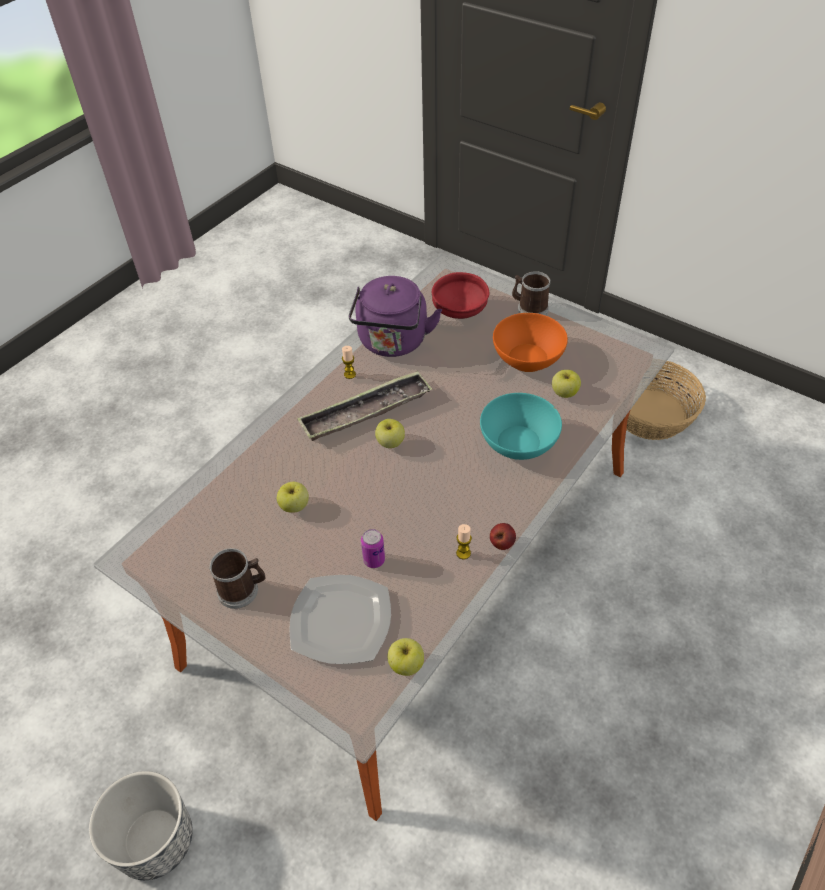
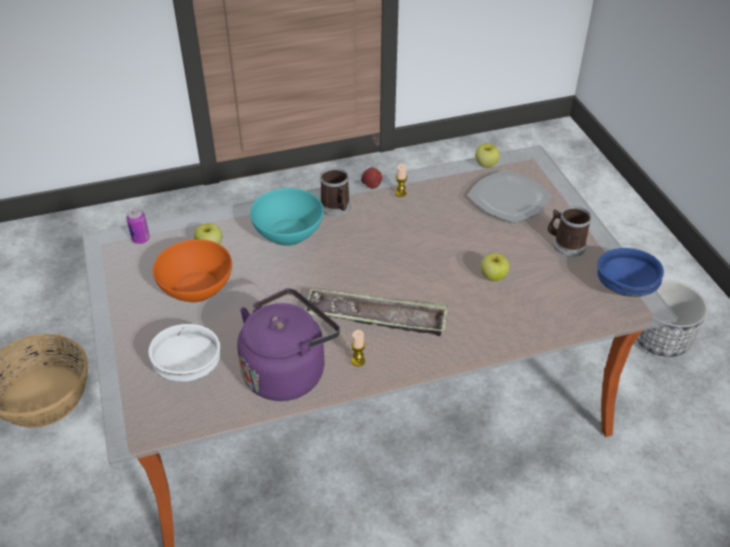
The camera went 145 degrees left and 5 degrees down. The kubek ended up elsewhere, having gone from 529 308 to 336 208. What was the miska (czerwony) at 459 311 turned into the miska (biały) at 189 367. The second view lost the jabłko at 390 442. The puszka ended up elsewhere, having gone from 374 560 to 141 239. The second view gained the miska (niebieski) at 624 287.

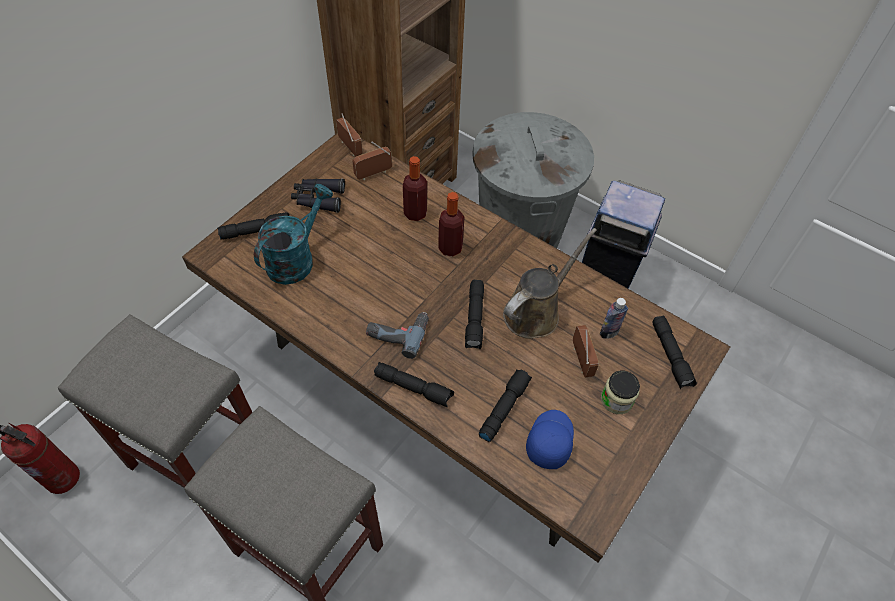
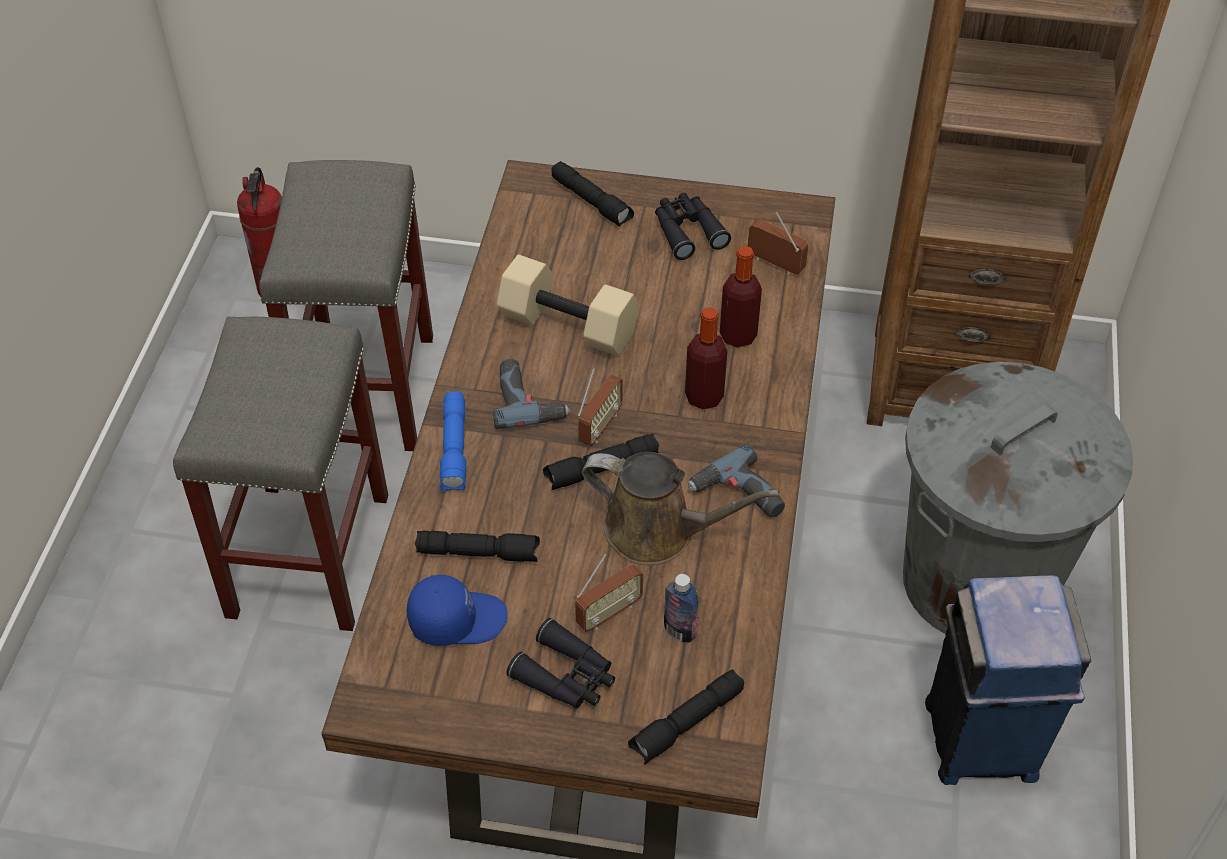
The camera went 65 degrees right and 5 degrees down. The radio ended up elsewhere, having gone from 350 148 to 600 426. The second view lost the konewka (turkusowy) at 296 258. What was the latarka (czarny) at 414 387 turned into the latarka (niebieski) at 455 449. Where the słoik stood at 616 400, the lornetka (czarny) came to stand at 566 676. The second view gained the hantel (beżowy) at 570 324. The second view gained the wiertarka at 738 496.

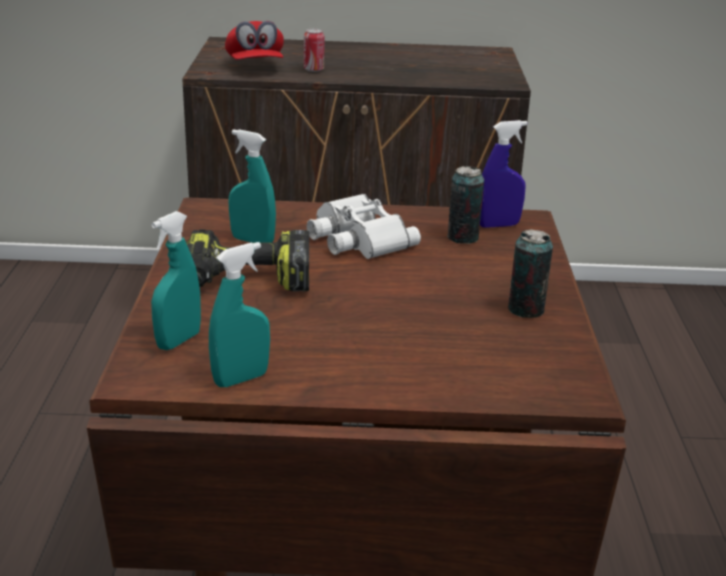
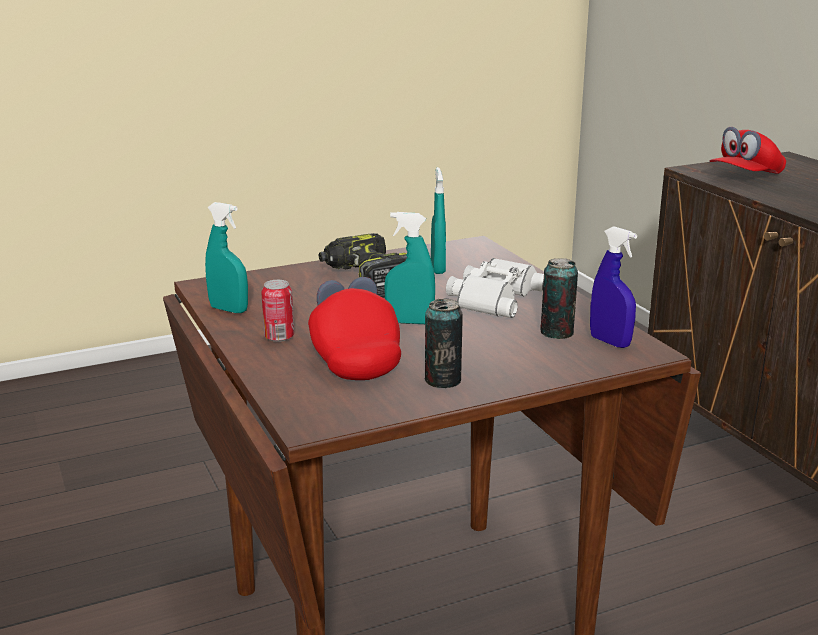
The camera went 65 degrees right and 5 degrees down. The puszka ended up elsewhere, having gone from 313 70 to 279 337. The spryskiwacz (turkusowy) ended up elsewhere, having gone from 178 341 to 409 322. The second view gained the czapka z daszkiem (czerwony) at 353 357.

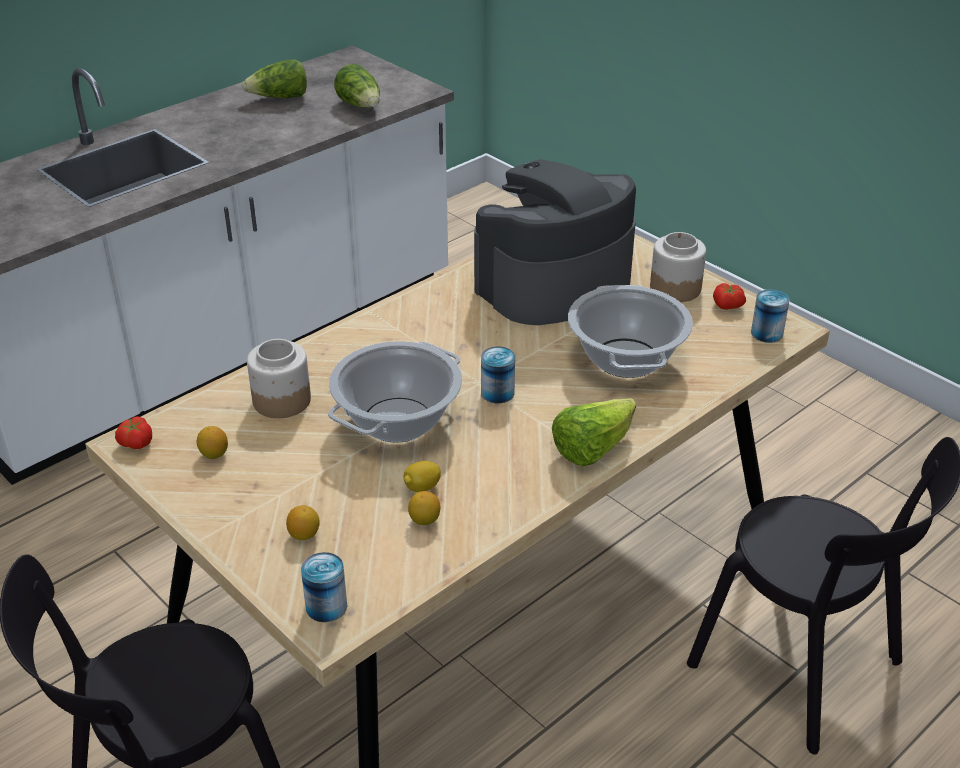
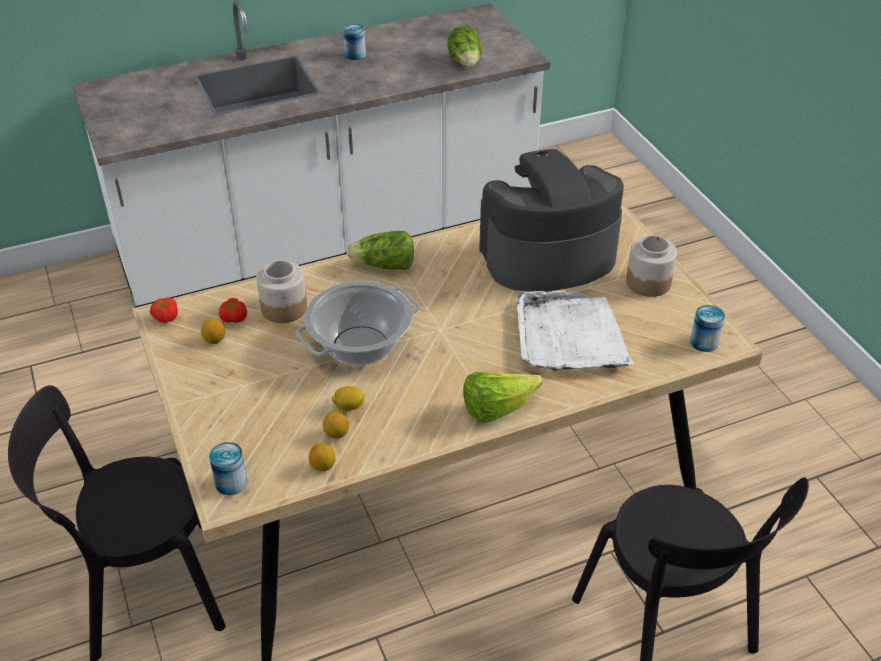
The camera went 20 degrees right and 5 degrees up. The sałata ended up elsewhere, having gone from 279 98 to 384 266. The pomidor ended up elsewhere, having gone from 727 306 to 233 318. Where the garnek stood at 625 358, the taca (biały) came to stand at 569 336. The puszka ended up elsewhere, having gone from 497 393 to 355 55. The cytryna ended up elsewhere, having gone from 304 534 to 323 466.

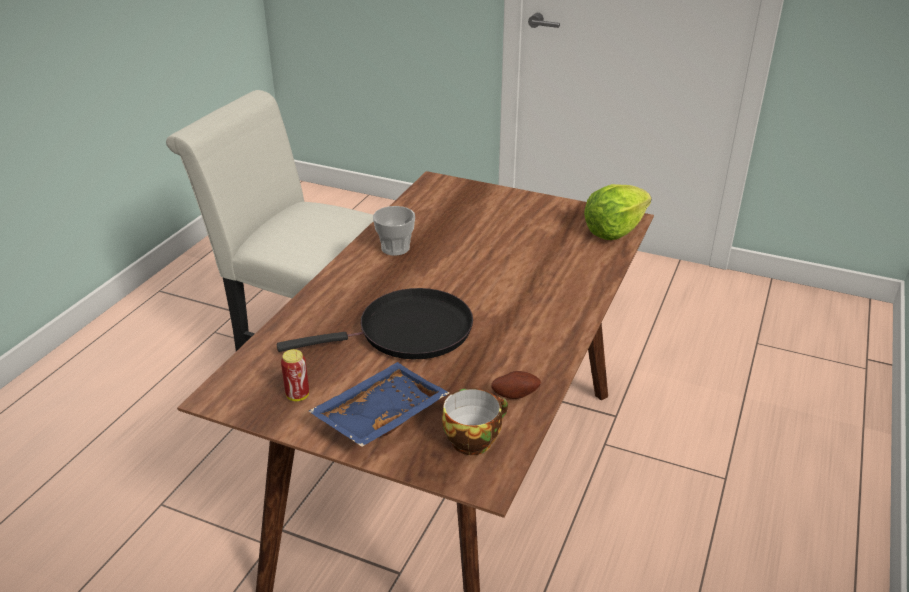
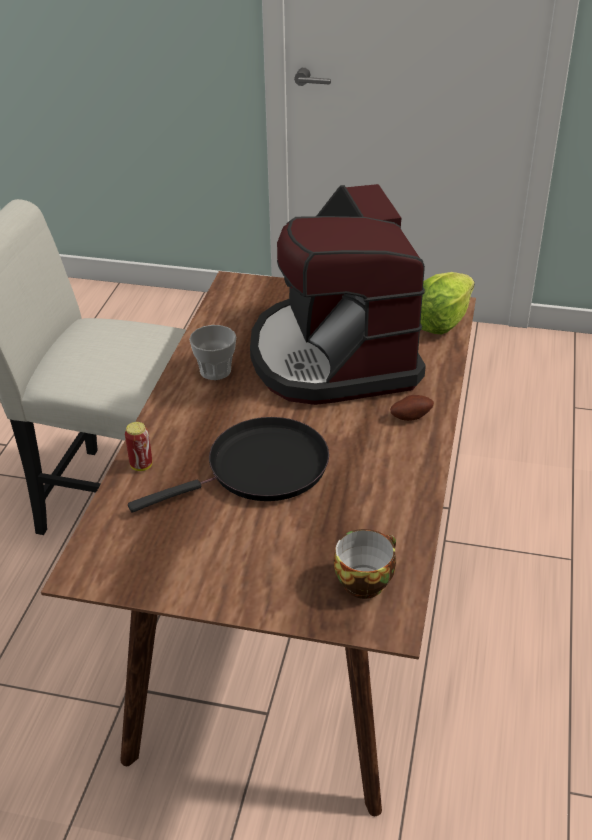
The camera went 10 degrees left and 5 degrees up. The puszka ended up elsewhere, having gone from 297 395 to 141 465. The second view lost the taca (niebieski) at 379 415. The ziemniak ended up elsewhere, having gone from 515 394 to 410 416. The second view gained the ekspres do kawy at 333 356.

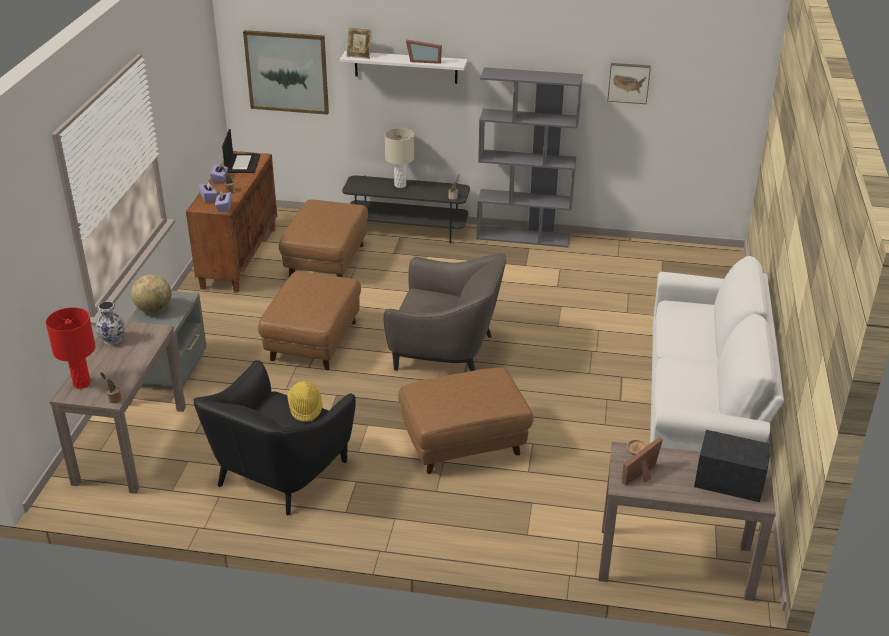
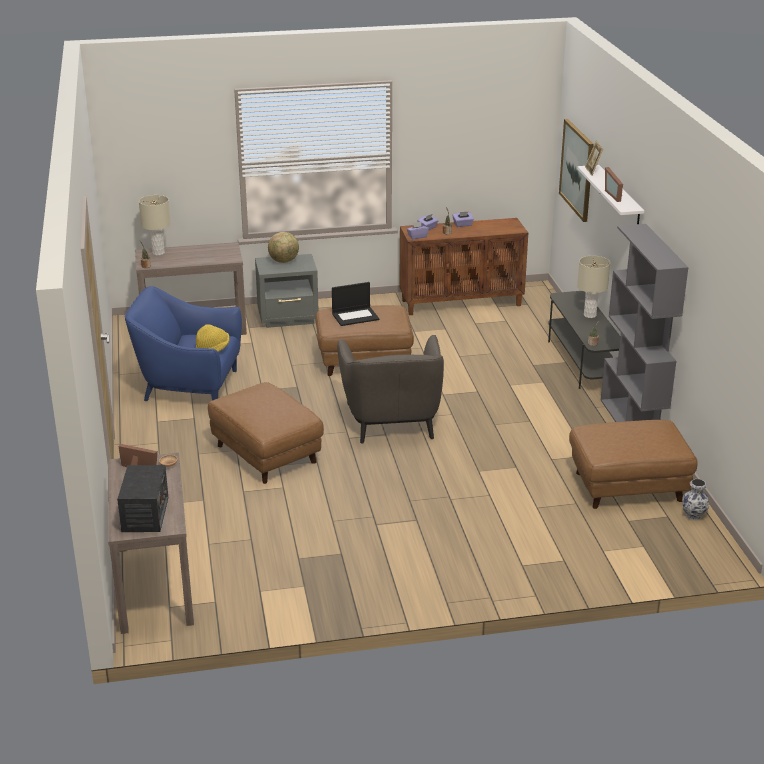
The camera went 70 degrees right and 5 degrees down. The second view lost the obraz at 628 82. The laptop ended up elsewhere, having gone from 242 163 to 355 316. The pufa (brązowy) ended up elsewhere, having gone from 326 261 to 628 486. The second view lost the kanapa (biały) at 702 408. The wazon ended up elsewhere, having gone from 112 340 to 693 515. What was the lampa stołowa (czerwony) at 82 383 turned into the lampa stołowa (beżowy) at 158 253. What was the fotel (czarny) at 279 473 turned into the fotel (niebieski) at 189 386.

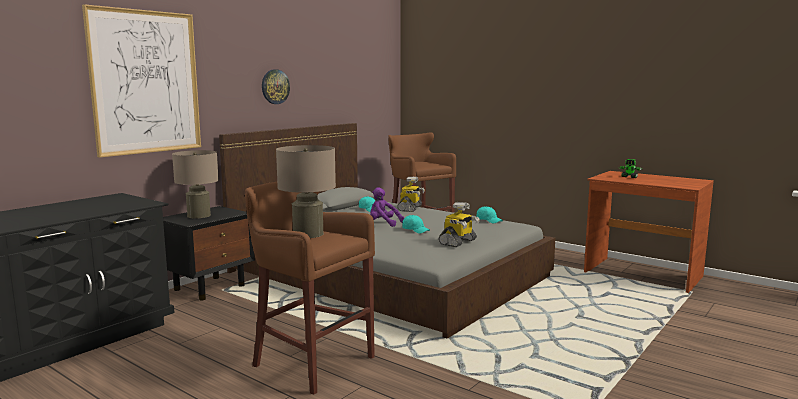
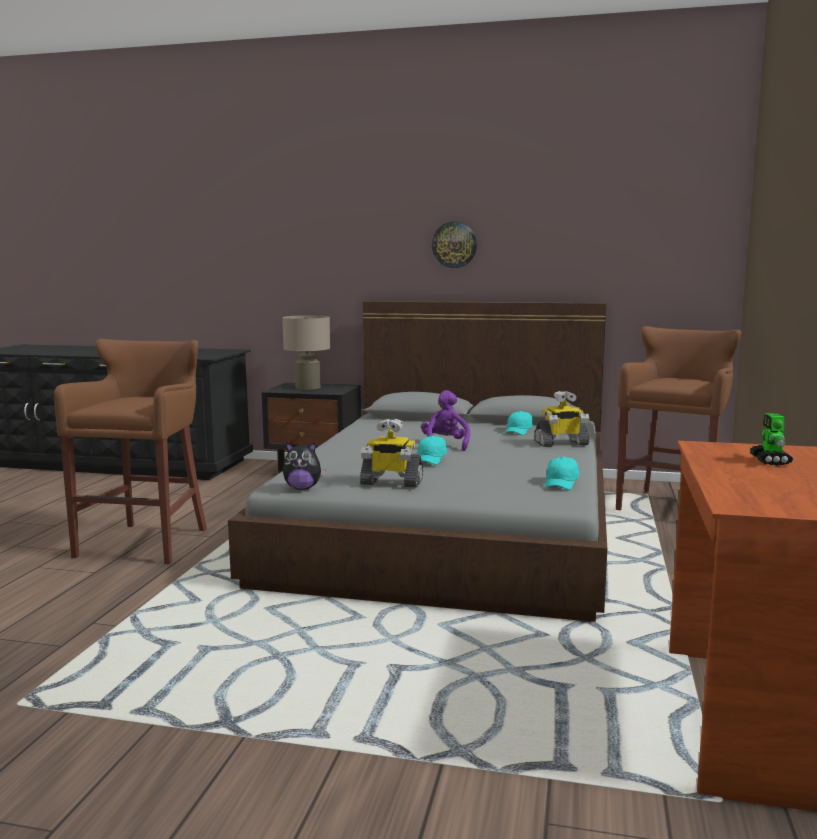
The camera went 65 degrees right and 0 degrees up. The second view lost the obraz at 146 82. The second view lost the lampa stołowa (beżowy) at 308 234. The second view gained the pluszak at 303 488.

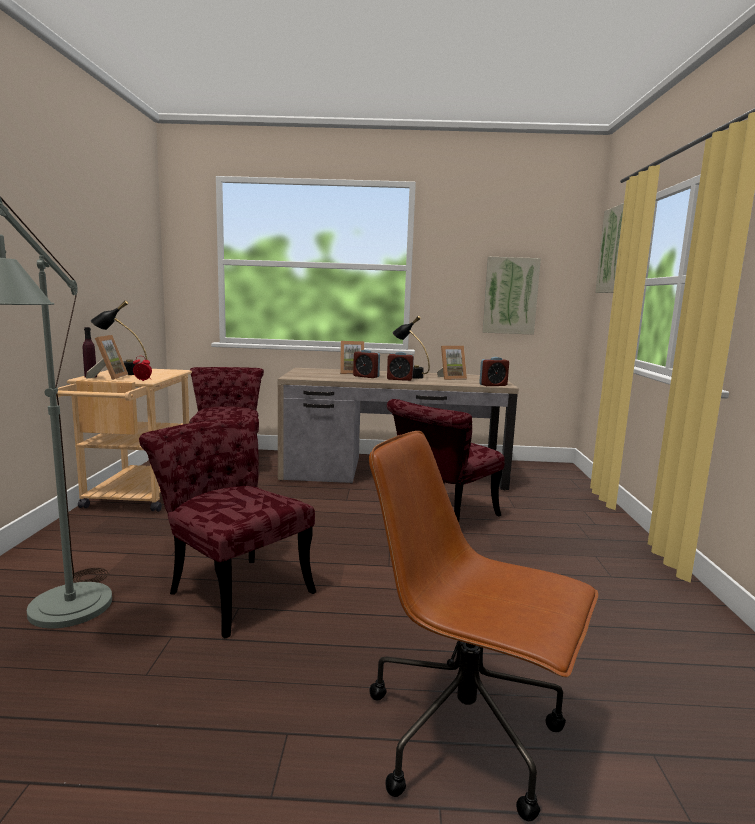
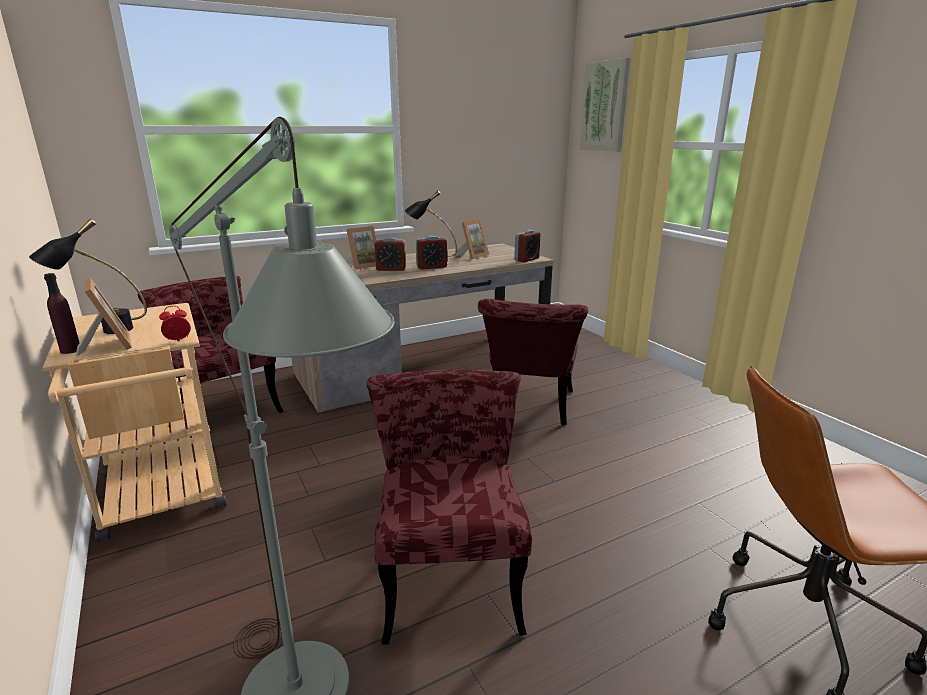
The camera went 30 degrees left and 10 degrees up. The second view lost the obraz at 510 296. The krzesło (czerwony) at 232 588 ended up facing another way, 75 degrees clockwise from before.

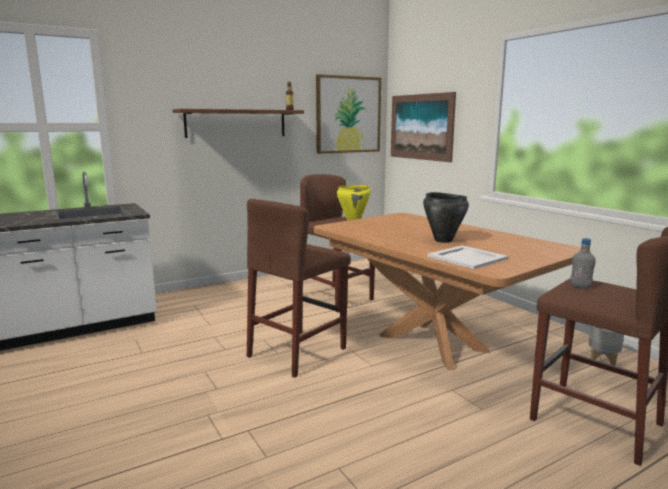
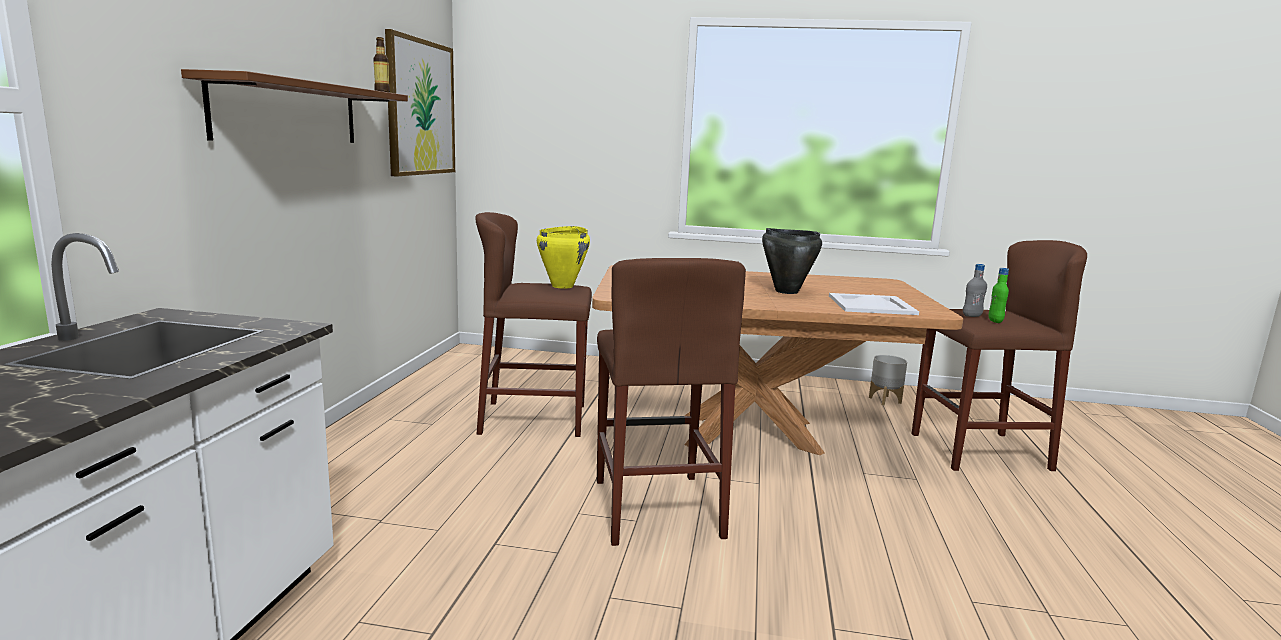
The camera went 50 degrees left and 0 degrees up. The second view lost the obraz at 421 127. The second view gained the butelka (zielony) at 995 321.

